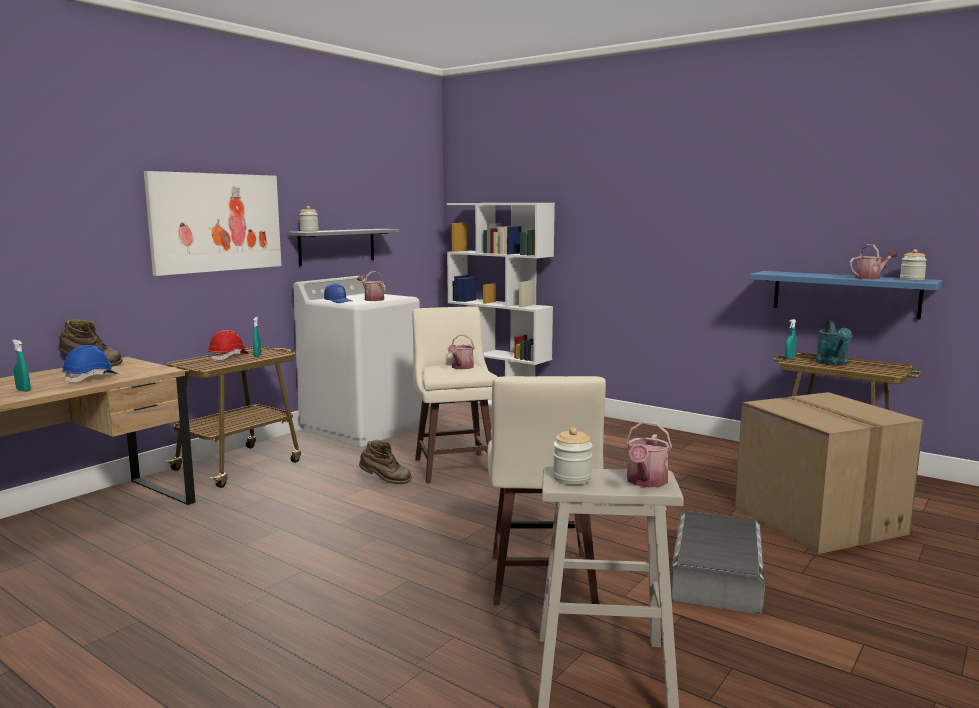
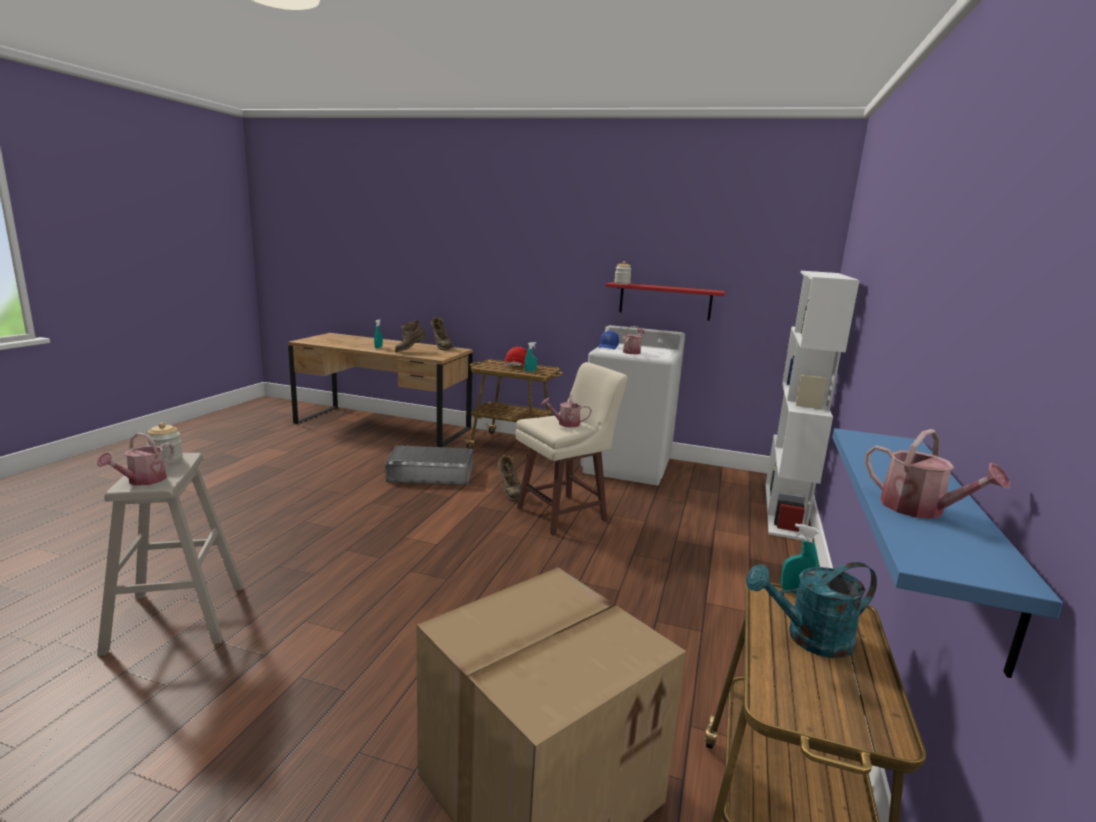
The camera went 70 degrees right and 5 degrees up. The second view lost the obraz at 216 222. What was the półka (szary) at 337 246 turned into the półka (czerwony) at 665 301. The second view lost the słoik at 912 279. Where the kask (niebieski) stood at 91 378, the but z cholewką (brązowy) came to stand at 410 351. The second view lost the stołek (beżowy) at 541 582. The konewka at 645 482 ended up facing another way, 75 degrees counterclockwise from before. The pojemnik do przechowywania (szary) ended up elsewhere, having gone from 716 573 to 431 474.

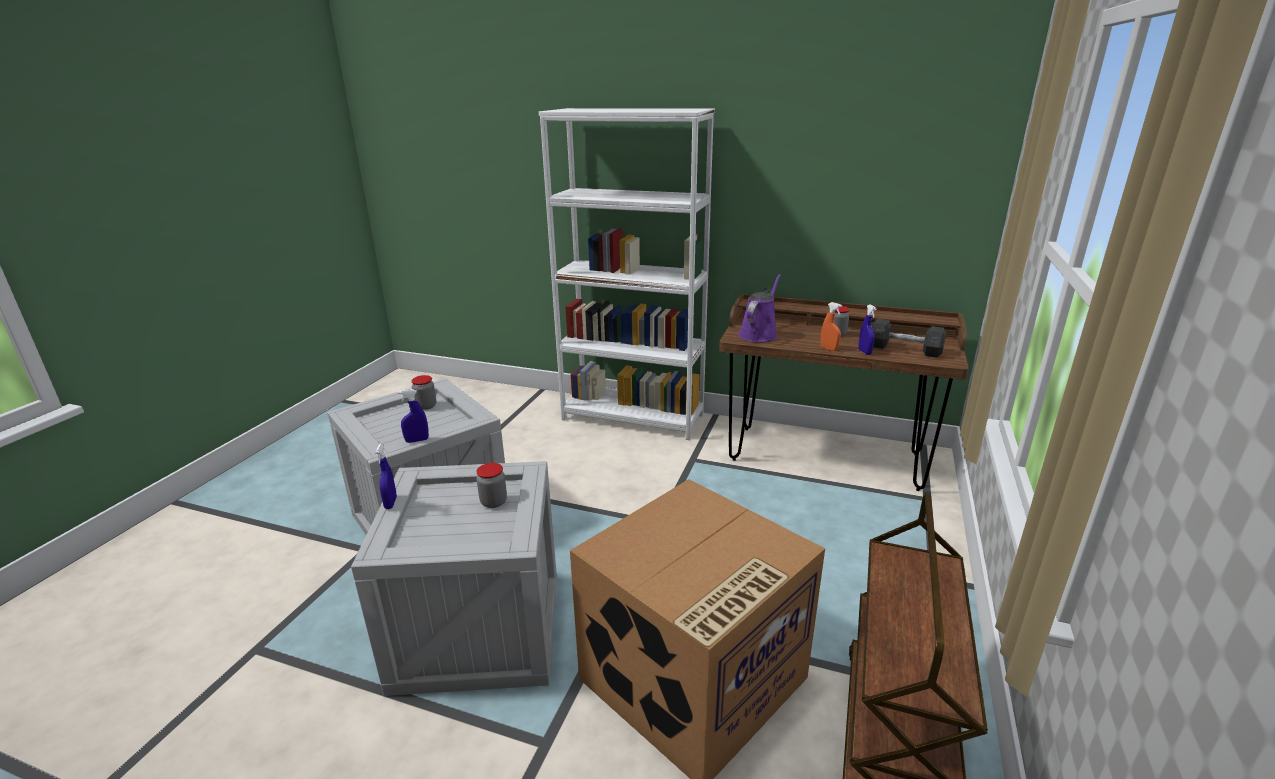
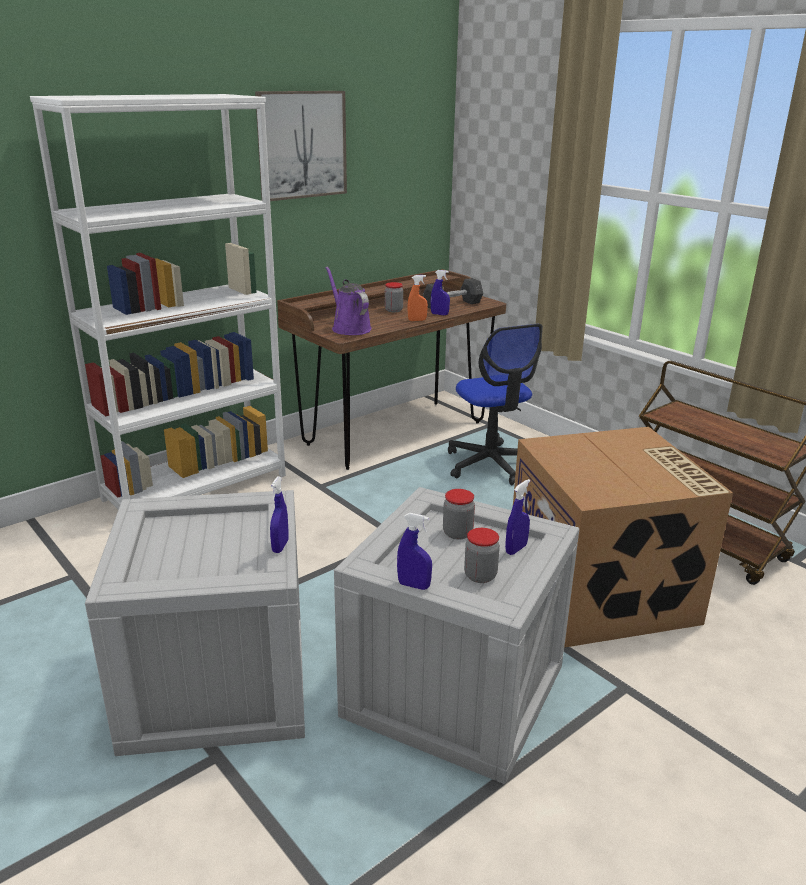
The camera went 60 degrees left and 0 degrees up. The słoik ended up elsewhere, having gone from 426 406 to 480 576. The second view gained the obraz at 301 145. The second view gained the krzesło biurowe at 491 464. The second view gained the spryskiwacz (niebieski) at 516 549.

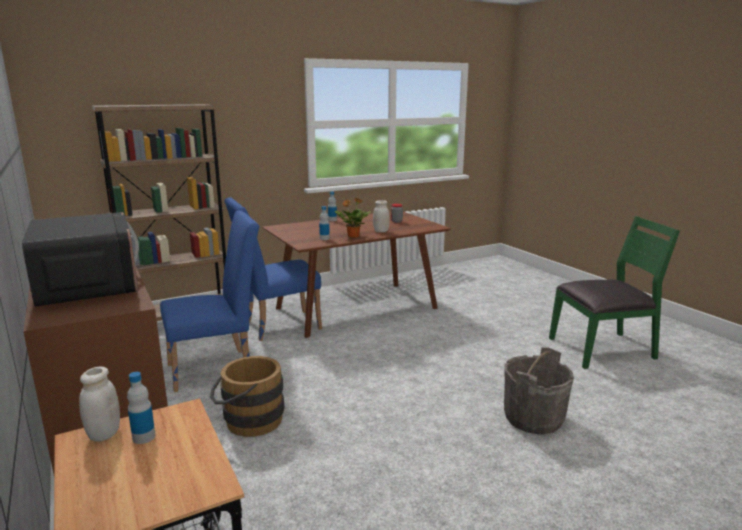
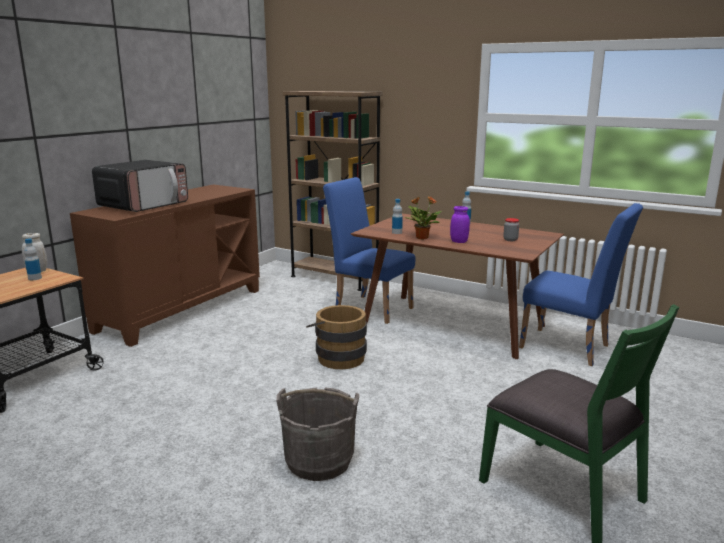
The camera went 60 degrees right and 0 degrees up. What was the słoik (biały) at 381 231 turned into the słoik (fioletowy) at 459 241. The krzesło (niebieski) ended up elsewhere, having gone from 218 368 to 571 348. The wiadro (brązowy) ended up elsewhere, having gone from 248 421 to 338 357.

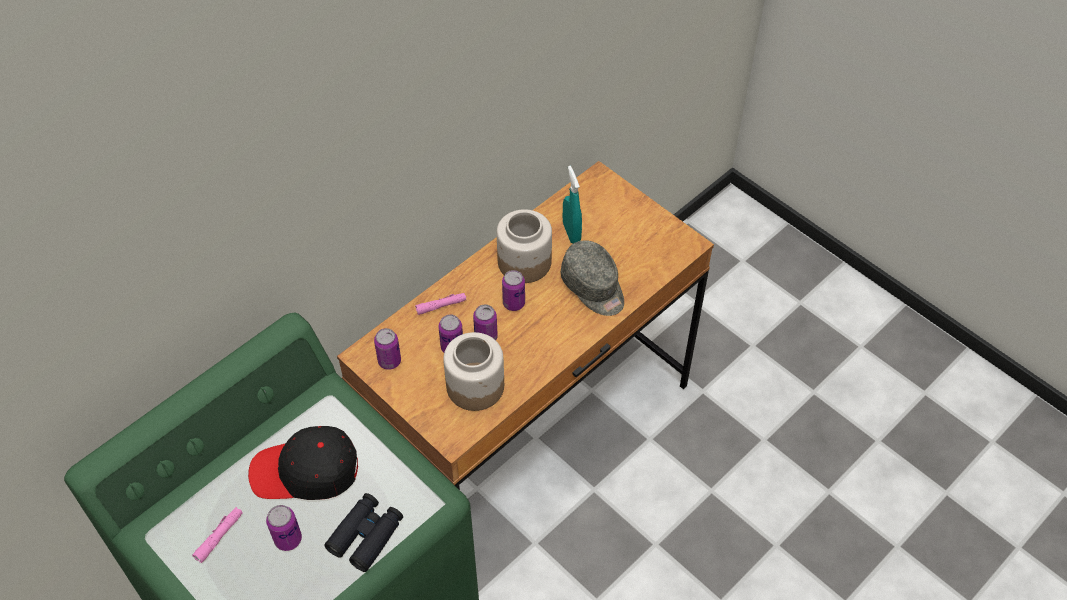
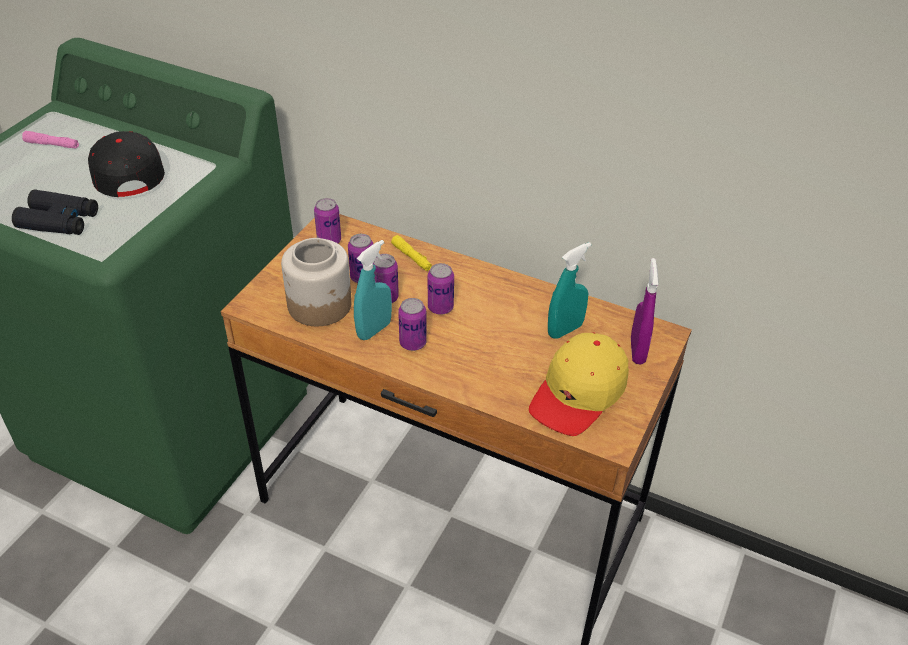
The camera went 70 degrees right and 10 degrees down. The second view lost the słoik at 523 262. The second view lost the czapka z daszkiem (szary) at 593 288. What was the latarka (różowy) at 441 306 turned into the latarka (żółty) at 412 257. The puszka ended up elsewhere, having gone from 288 539 to 413 343. The second view gained the spryskiwacz (turkusowy) at 374 330. The second view gained the spryskiwacz (fioletowy) at 637 351. The second view gained the czapka z daszkiem (żółty) at 578 393.

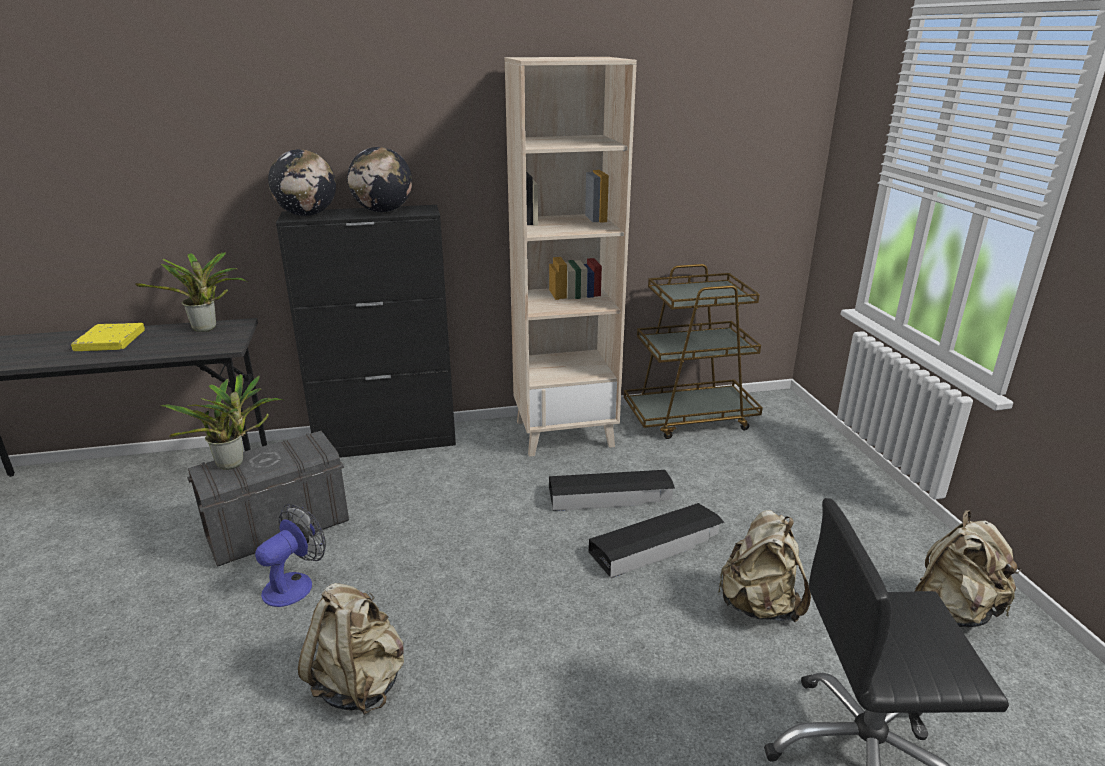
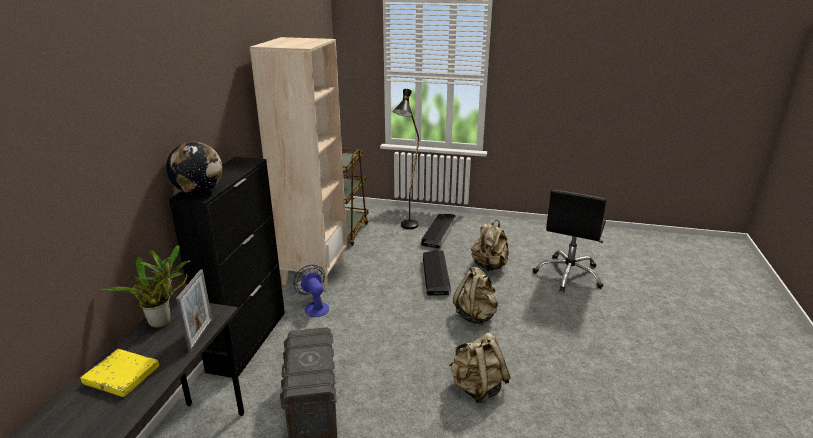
The camera went 65 degrees left and 0 degrees up. The second view lost the globus at 383 211. The second view lost the roślina doniczkowa at 235 464. The pojemnik do przechowywania (czarny) ended up elsewhere, having gone from 610 496 to 439 234. The wentylator ended up elsewhere, having gone from 295 584 to 314 307. The plecak (beżowy) ended up elsewhere, having gone from 953 611 to 476 315. The second view gained the lampa stojąca (czarny) at 407 228. The second view gained the ramka na zdjęcie at 200 335.

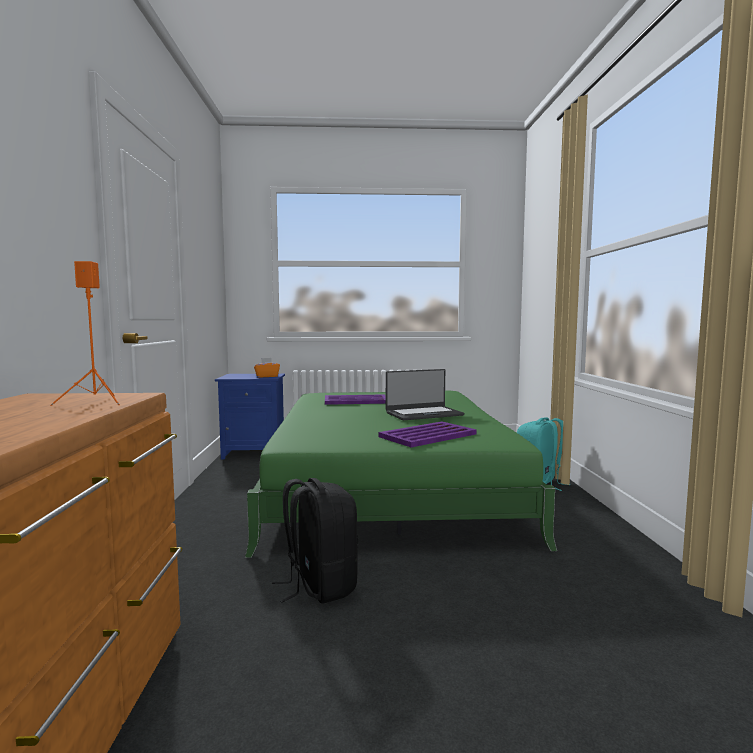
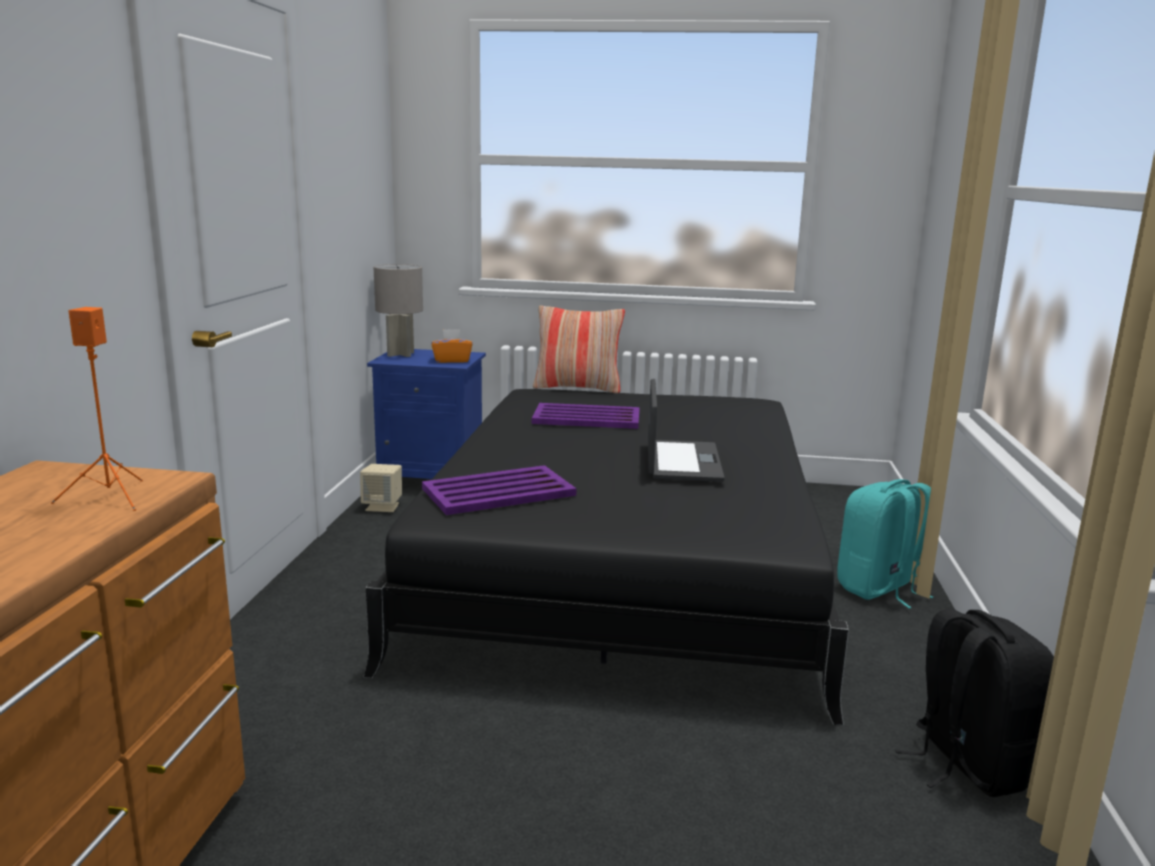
The camera went 10 degrees right and 10 degrees up. The laptop at 423 414 ended up facing another way, 75 degrees counterclockwise from before. What was the łóżko (zielony) at 388 483 turned into the łóżko (czarny) at 623 563. The taca (fioletowy) ended up elsewhere, having gone from 428 435 to 500 492. The plecak (czarny) ended up elsewhere, having gone from 319 585 to 968 764. The second view gained the lampa stołowa (szary) at 401 354. The second view gained the poduszka at 577 388. The second view gained the głośnik (beżowy) at 383 507.

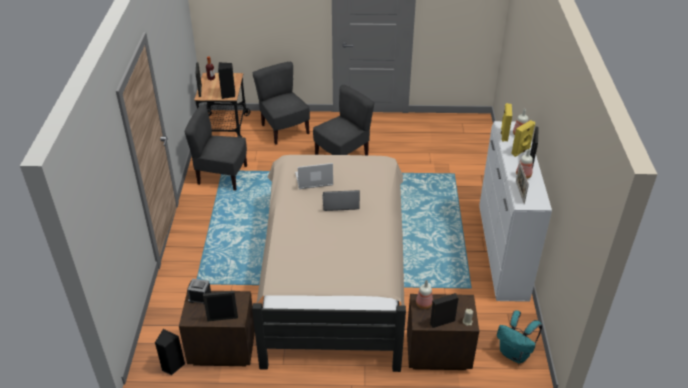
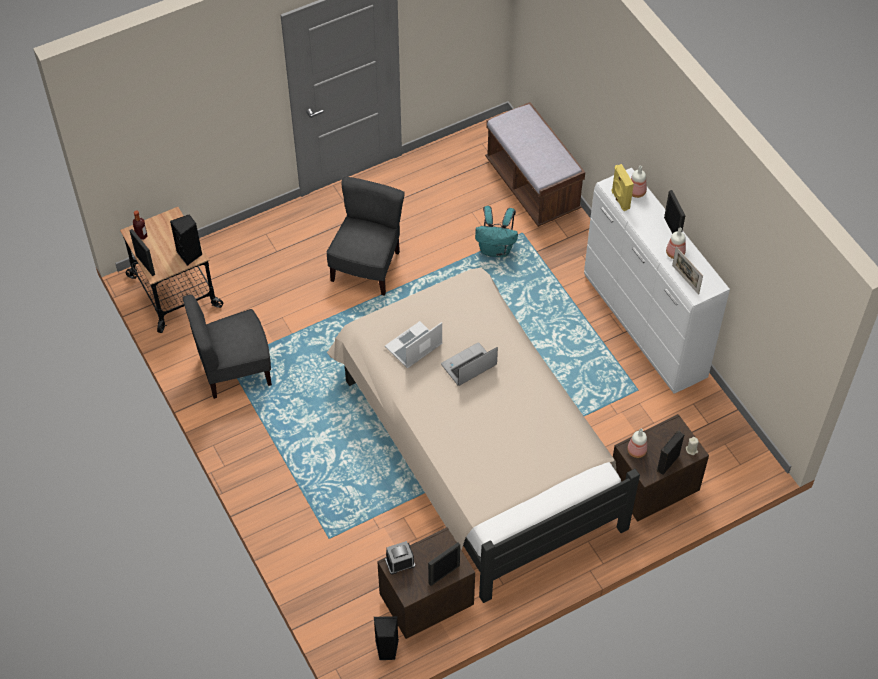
The camera went 30 degrees left and 15 degrees up. The second view lost the krzesło (szary) at 284 130. The second view lost the głośnik (żółty) at 521 151. The plecak (turkusowy) ended up elsewhere, having gone from 515 354 to 496 249. The second view gained the ławka (brązowy) at 532 186.

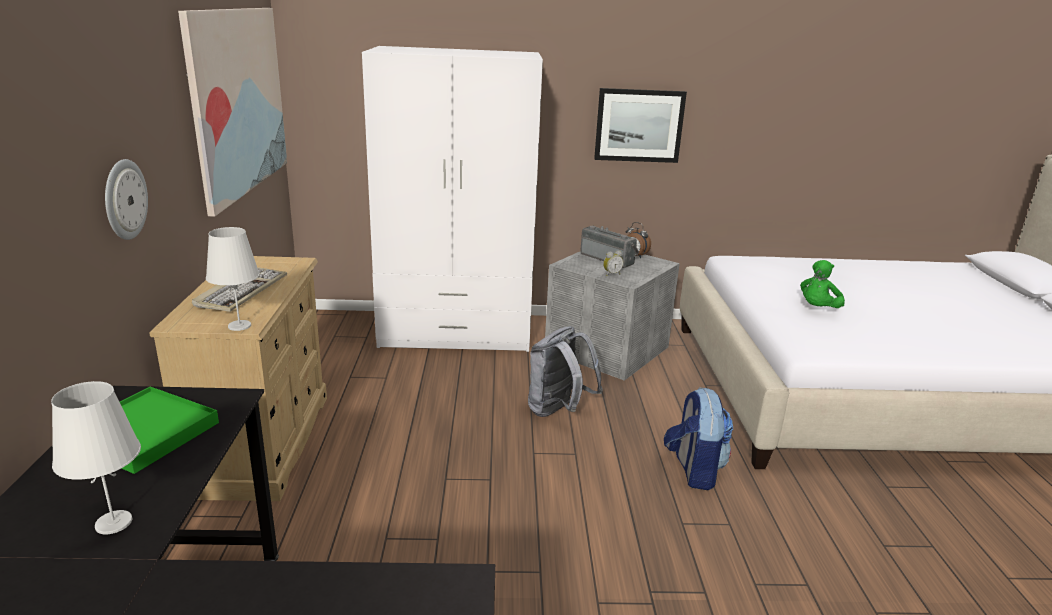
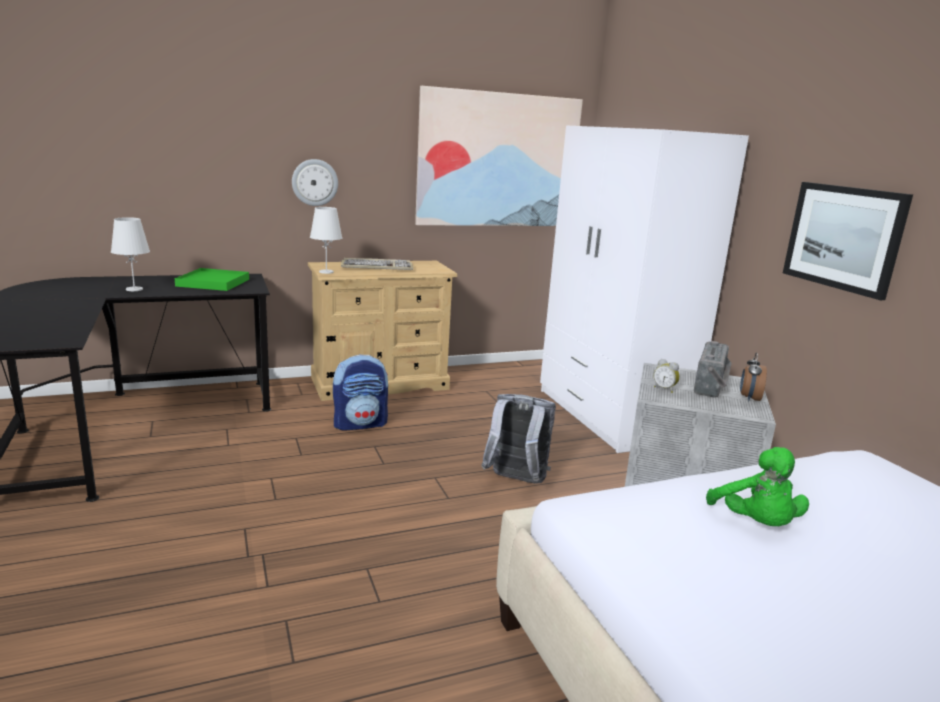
The camera went 70 degrees right and 5 degrees down. The pluszak (zielony) at 817 309 ended up facing another way, 120 degrees counterclockwise from before. The plecak ended up elsewhere, having gone from 693 470 to 360 424.

